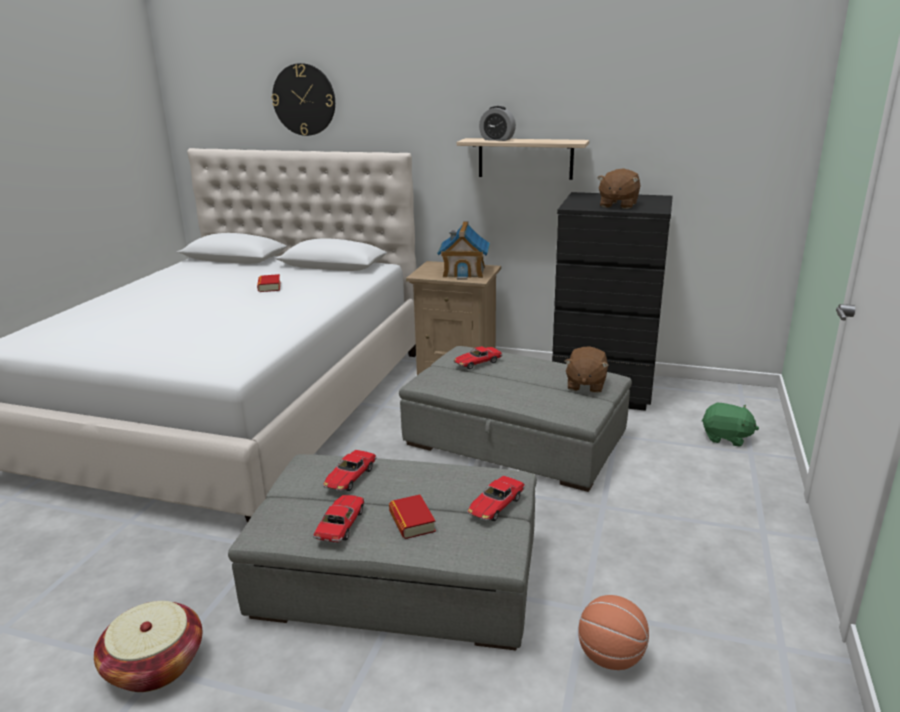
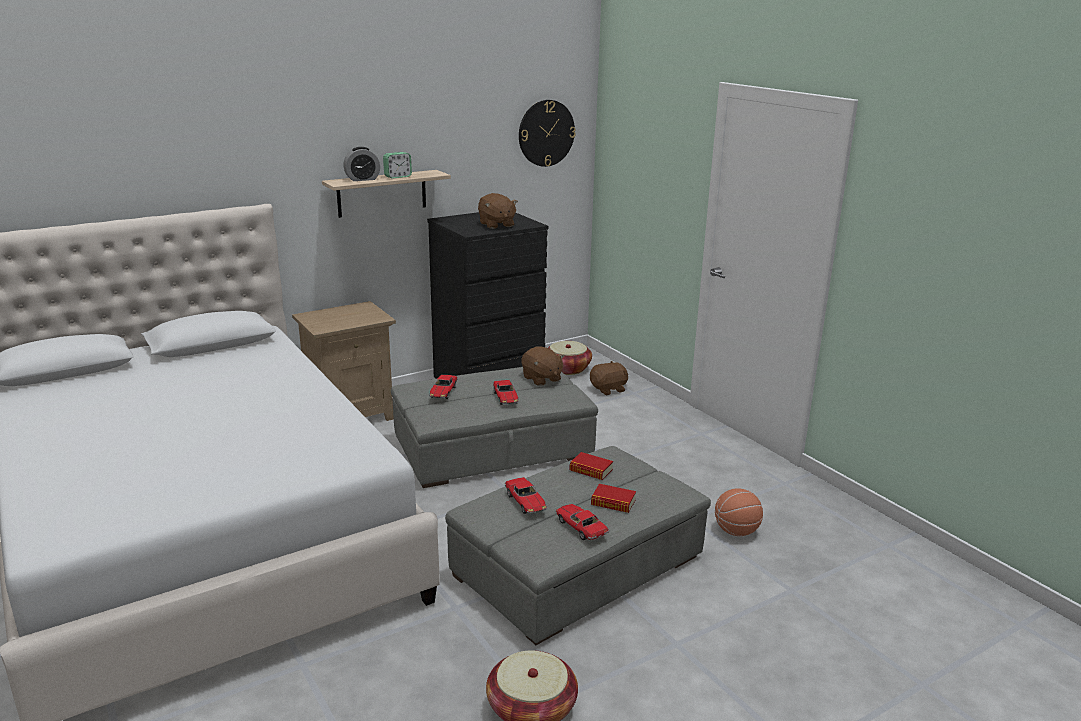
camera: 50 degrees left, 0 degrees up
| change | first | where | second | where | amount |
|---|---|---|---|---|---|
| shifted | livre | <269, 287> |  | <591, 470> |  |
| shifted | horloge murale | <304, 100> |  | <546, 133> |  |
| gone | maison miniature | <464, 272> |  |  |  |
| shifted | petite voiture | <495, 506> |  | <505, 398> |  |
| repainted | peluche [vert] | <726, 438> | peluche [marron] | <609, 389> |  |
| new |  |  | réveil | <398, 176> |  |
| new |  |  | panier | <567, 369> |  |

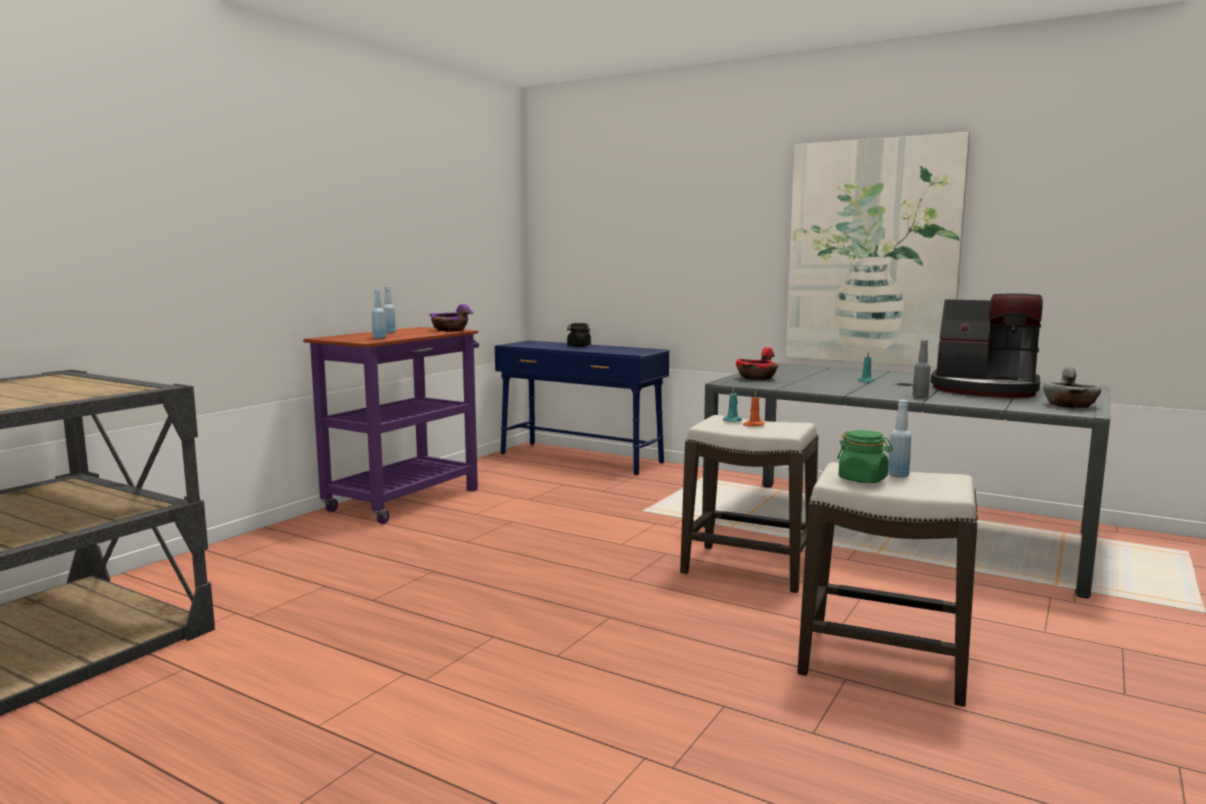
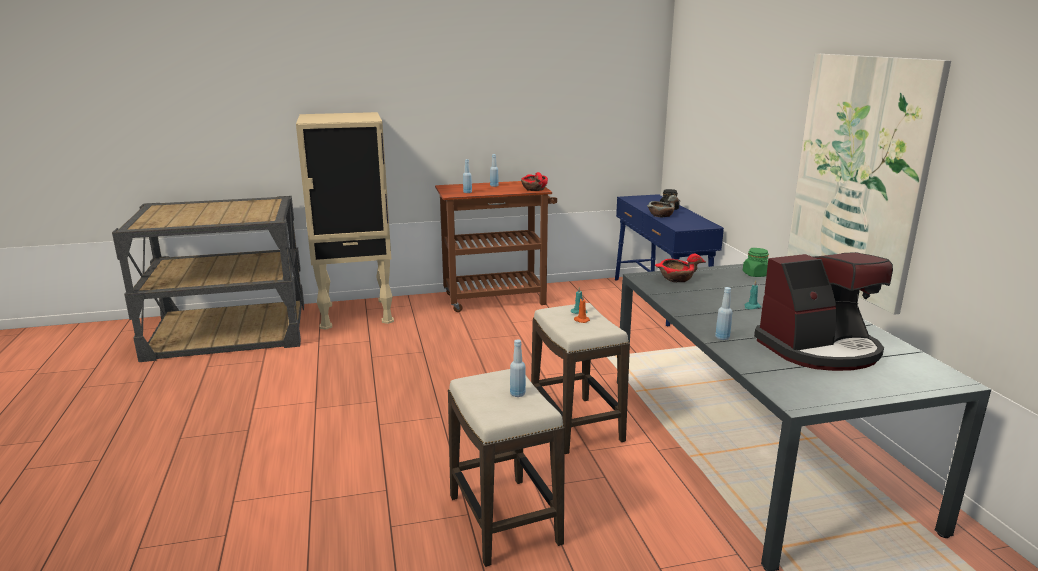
camera: 45 degrees right, 10 degrees up
| change | first | where | second | where | amount |
|---|---|---|---|---|---|
| repainted | chariot [violet] | <405, 500> | chariot [marron] | <496, 299> |  |
| repainted | bol [violet] | <450, 330> | bol [rouge] | <534, 189> |  |
| shifted | bocal [vert] | <863, 479> |  | <755, 274> |  |
| repainted | bouteille [gris] | <920, 397> | bouteille [bleu] | <722, 338> |  |
| rotated | machine à café | <985, 389> |  | <819, 349> | 90 degrees counterclockwise |
| shifted | bol [gris] | <1070, 405> |  | <661, 215> |  |
| new |  |  | meuble de rangement [beige] | <357, 313> |  |

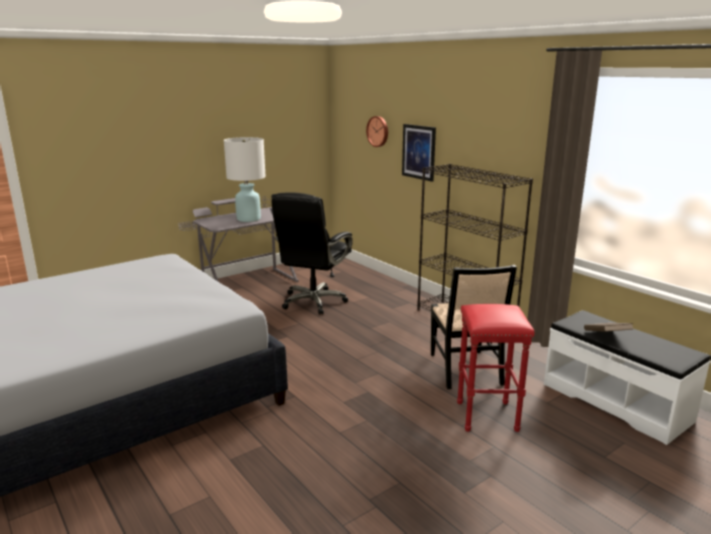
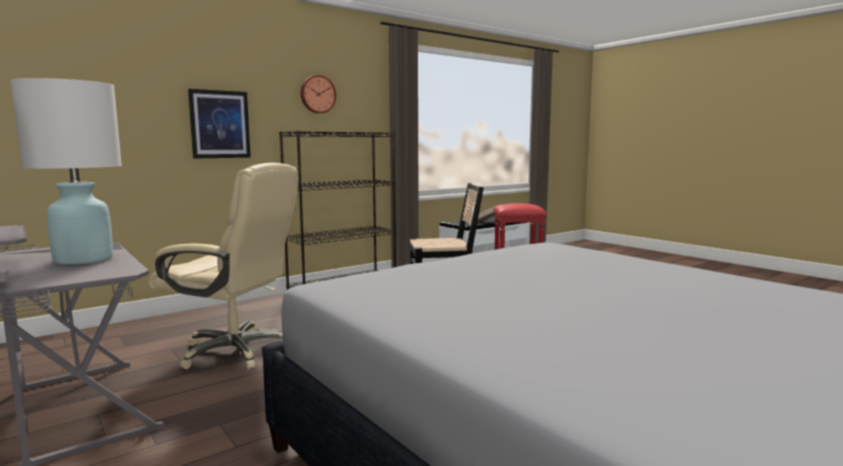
camera: 90 degrees left, 10 degrees down
| change | first | where | second | where | amount |
|---|---|---|---|---|---|
| repainted | chaise de bureau [noir] | <314, 300> | chaise de bureau [beige] | <232, 351> |  |
| shifted | horloge murale | <378, 131> |  | <317, 94> |  |

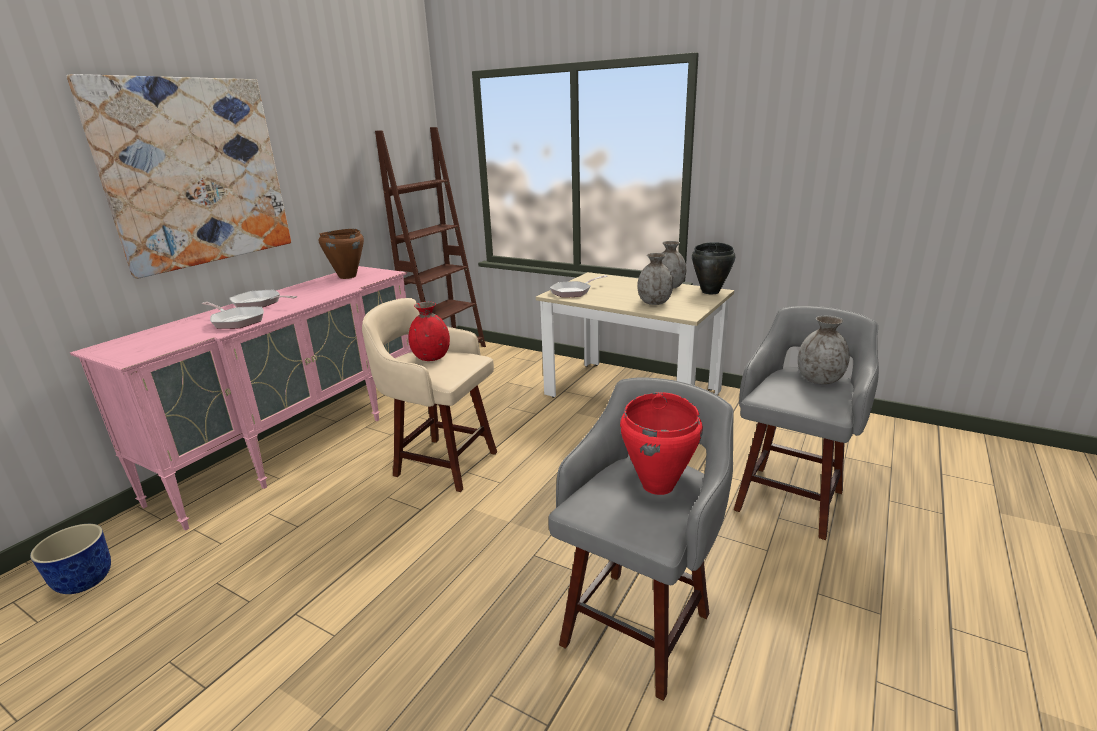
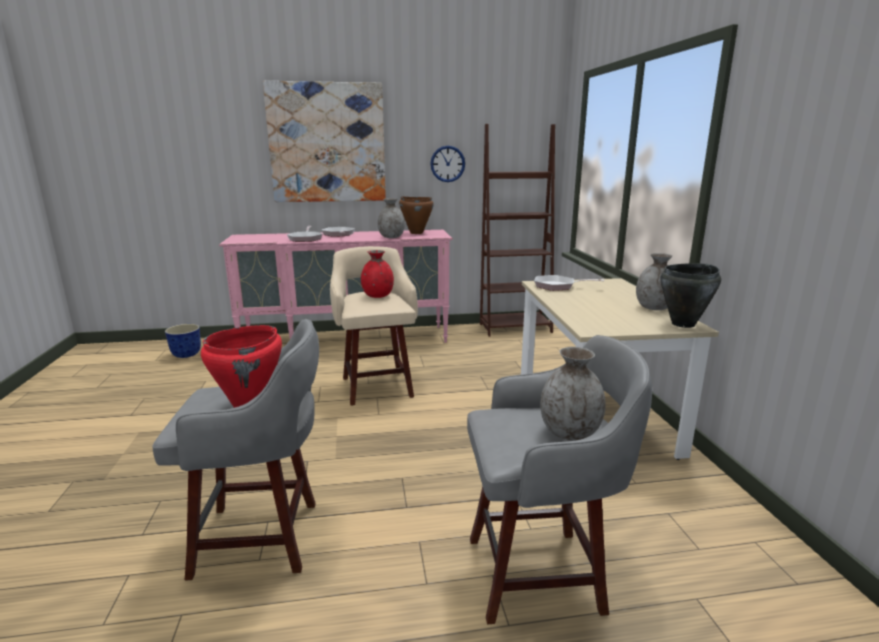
camera: 50 degrees right, 5 degrees down
| change | first | where | second | where | amount |
|---|---|---|---|---|---|
| shifted | vase [gris] | <654, 303> |  | <391, 237> |  |
| new |  |  | horloge murale | <447, 164> |  |

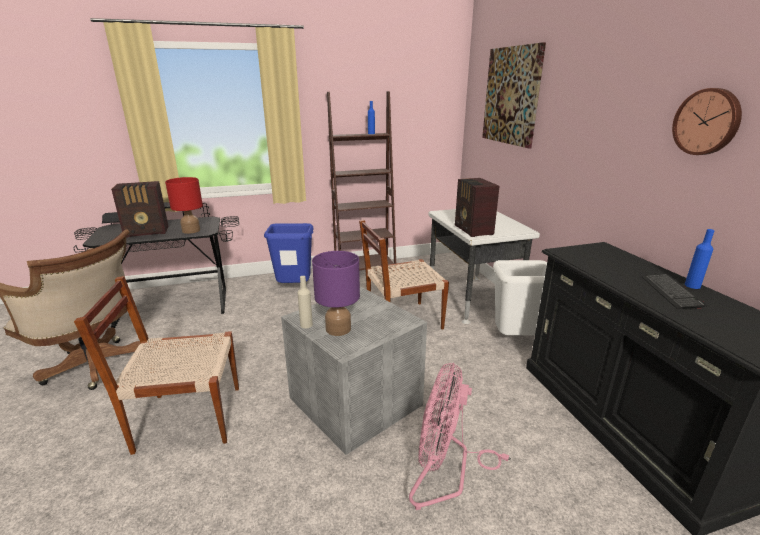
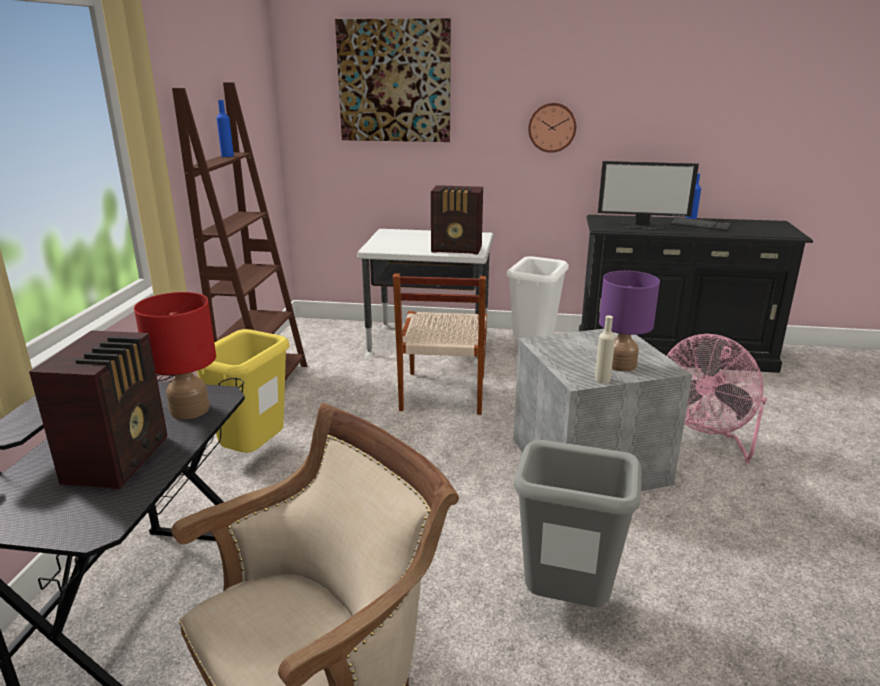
camera: 65 degrees left, 0 degrees up
| change | first | where | second | where | amount |
|---|---|---|---|---|---|
| swapped | chaise | <186, 418> | poubelle [gris] | <564, 604> |  |
| repainted | poubelle [bleu] | <294, 288> | poubelle [jaune] | <254, 454> |  |
| shifted | horloge murale | <707, 122> |  | <552, 127> |  |
| new |  |  | écran d'ordinateur | <642, 226> |  |

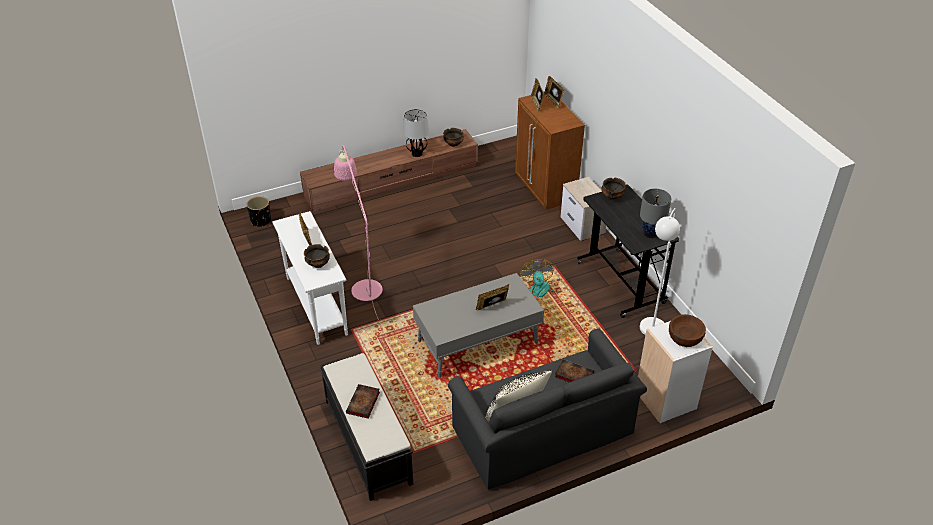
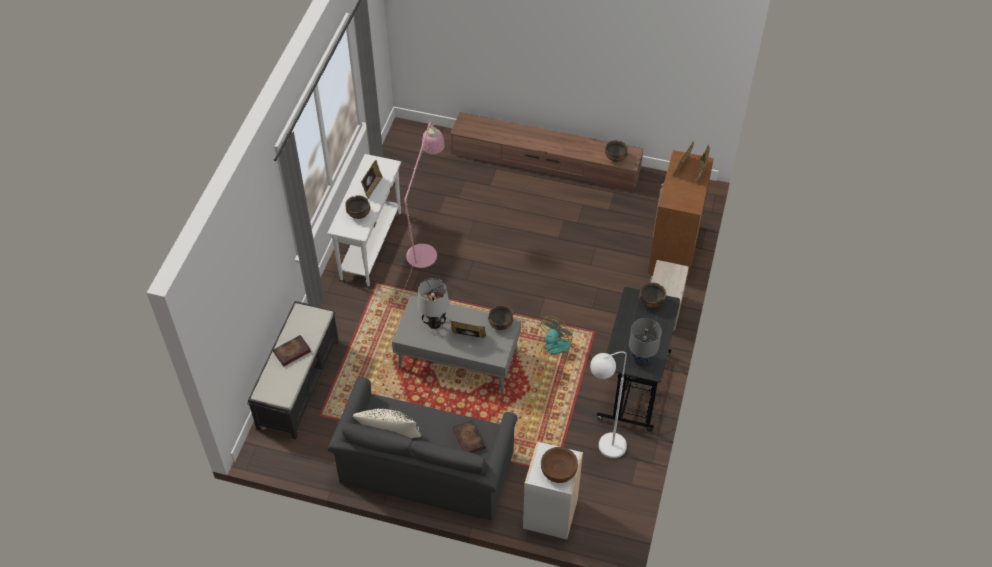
camera: 40 degrees right, 10 degrees up
| change | first | where | second | where | amount |
|---|---|---|---|---|---|
| gone | cache-pot [noir] | <261, 221> |  |  |  |
| shifted | lampe de table | <416, 153> |  | <434, 323> |  |
| new |  |  | bol | <500, 324> |  |

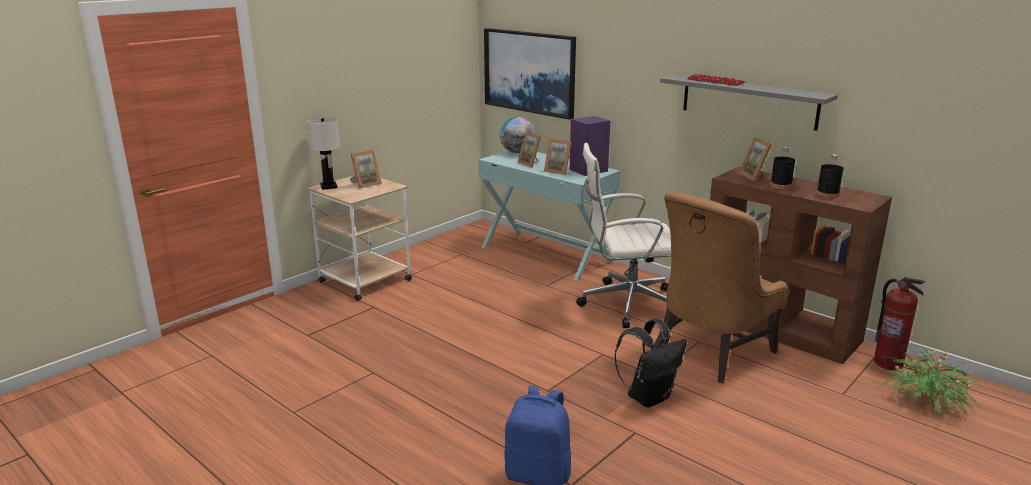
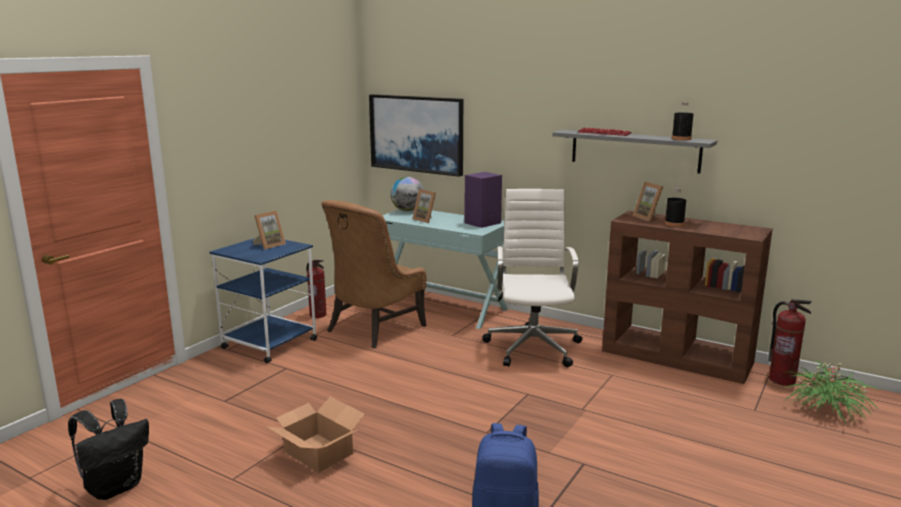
camera: 10 degrees left, 5 degrees down
| change | first | where | second | where | amount |
|---|---|---|---|---|---|
| gone | lampe de table [blanc] | <328, 186> |  |  |  |
| repainted | chariot [beige] | <366, 280> | chariot [bleu] | <270, 343> |  |
| gone | cadre photo | <558, 171> |  |  |  |
| rotated | chaise de bureau [blanc] | <626, 304> |  | <533, 346> | 105 degrees clockwise |
| shifted | sac à dos [noir] | <649, 397> |  | <115, 487> |  |
| shifted | chaise [marron] | <711, 351> |  | <374, 328> |  |
| shifted | bouteille [noir] | <827, 194> |  | <681, 139> |  |
| new |  |  | carton | <318, 452> |  |
| new |  |  | extincteur | <318, 315> |  |

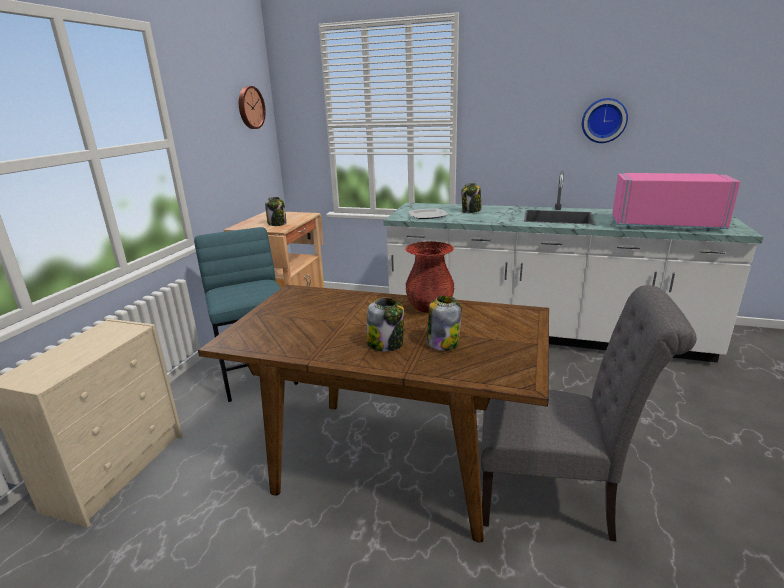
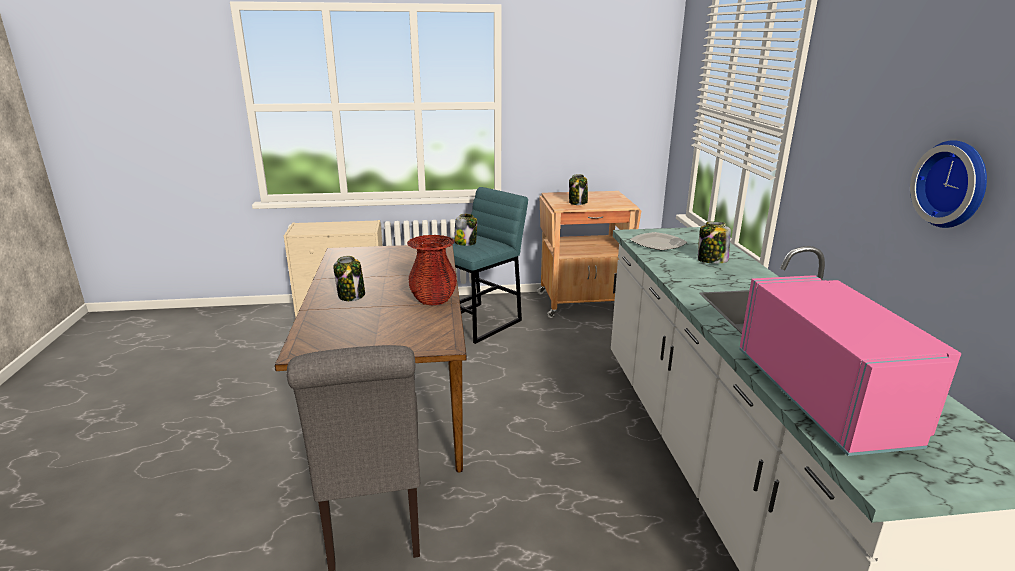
camera: 65 degrees right, 0 degrees up
| change | first | where | second | where | amount |
|---|---|---|---|---|---|
| gone | horloge murale | <250, 107> |  |  |  |
| shifted | bocal | <442, 343> |  | <465, 243> |  |

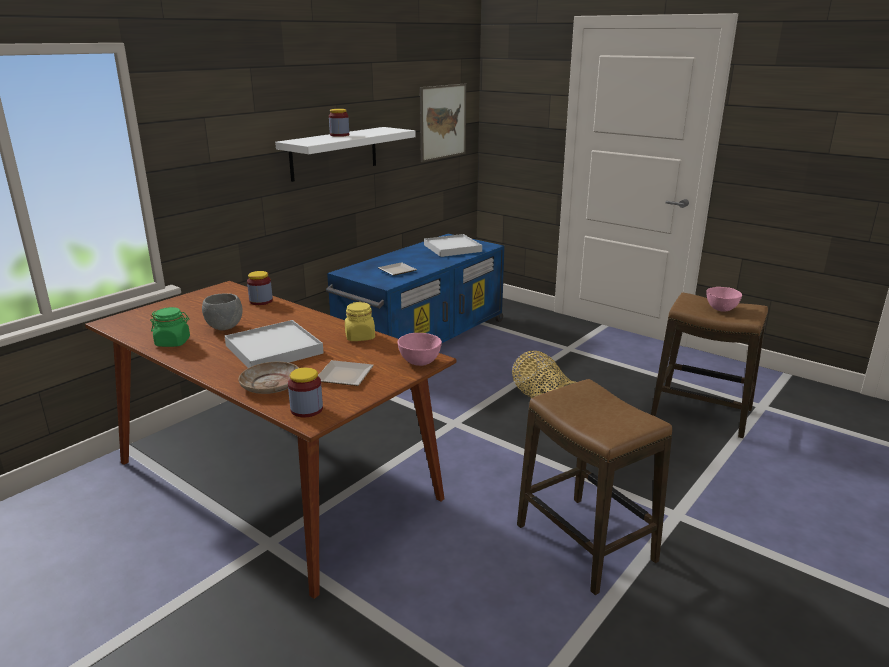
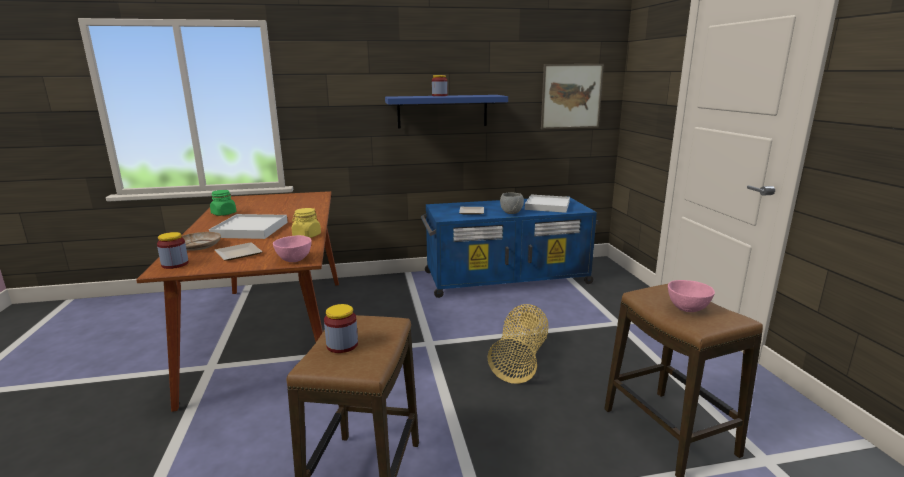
camera: 40 degrees right, 5 degrees down
| change | first | where | second | where | amount |
|---|---|---|---|---|---|
| shifted | bol [gris] | <225, 327> |  | <511, 213> |  |
| shifted | bocal | <261, 301> |  | <342, 345> |  |
| repainted | étagère [blanc] | <334, 153> | étagère [bleu] | <442, 111> |  |

